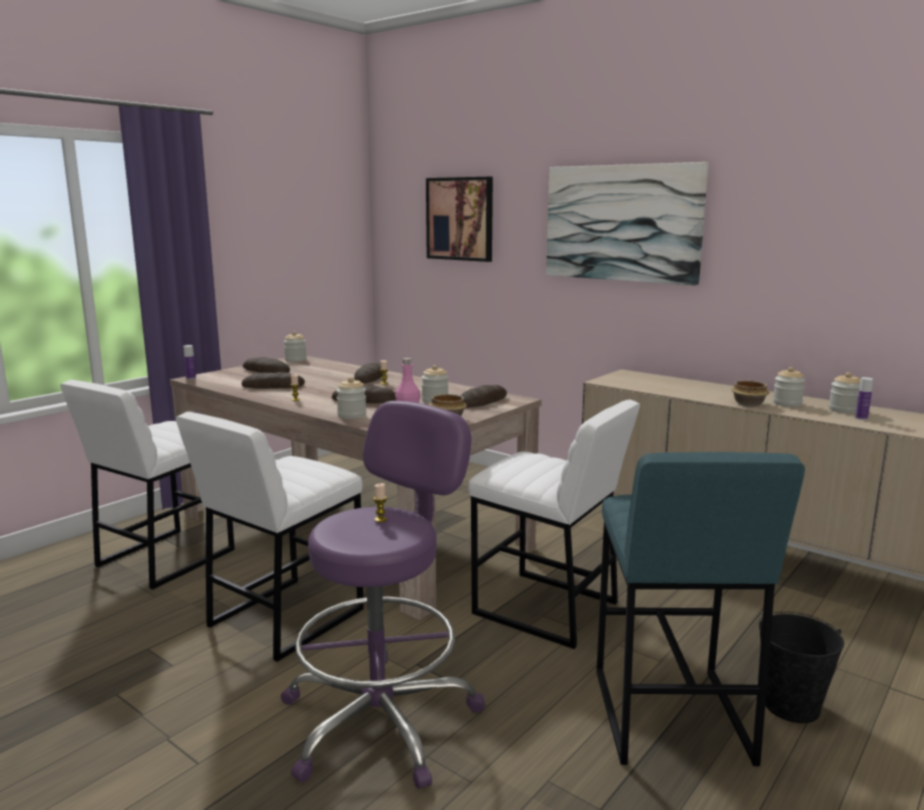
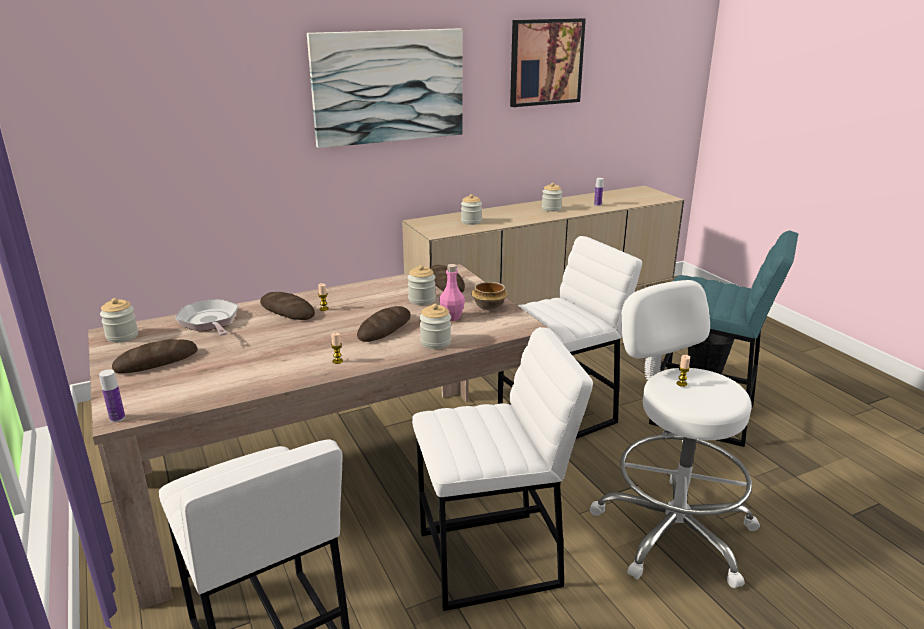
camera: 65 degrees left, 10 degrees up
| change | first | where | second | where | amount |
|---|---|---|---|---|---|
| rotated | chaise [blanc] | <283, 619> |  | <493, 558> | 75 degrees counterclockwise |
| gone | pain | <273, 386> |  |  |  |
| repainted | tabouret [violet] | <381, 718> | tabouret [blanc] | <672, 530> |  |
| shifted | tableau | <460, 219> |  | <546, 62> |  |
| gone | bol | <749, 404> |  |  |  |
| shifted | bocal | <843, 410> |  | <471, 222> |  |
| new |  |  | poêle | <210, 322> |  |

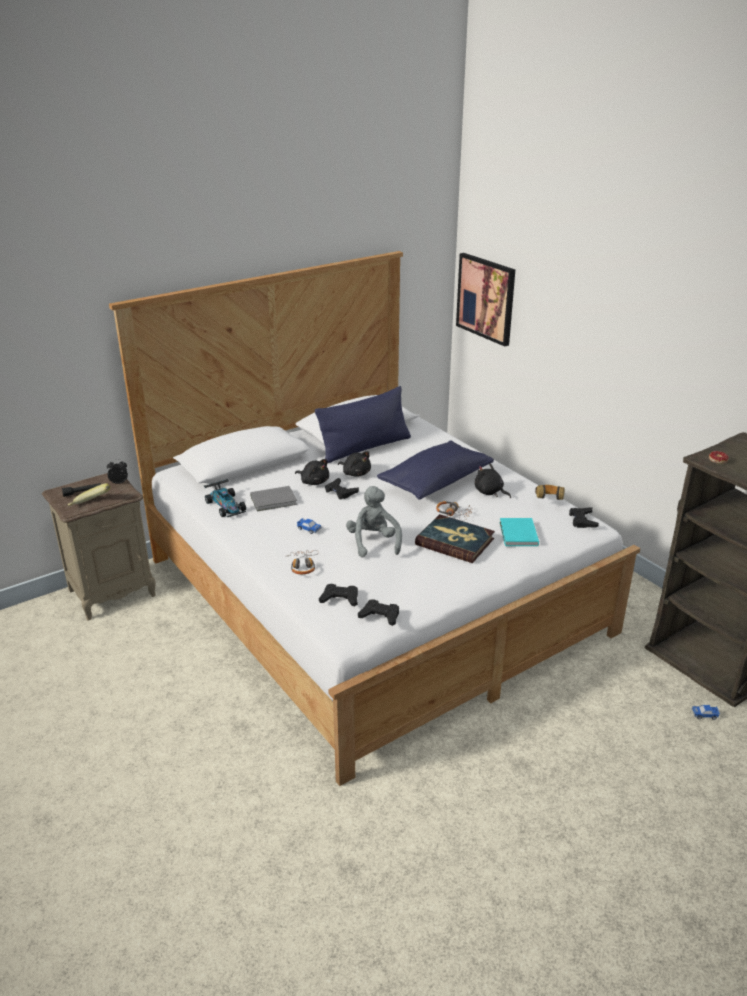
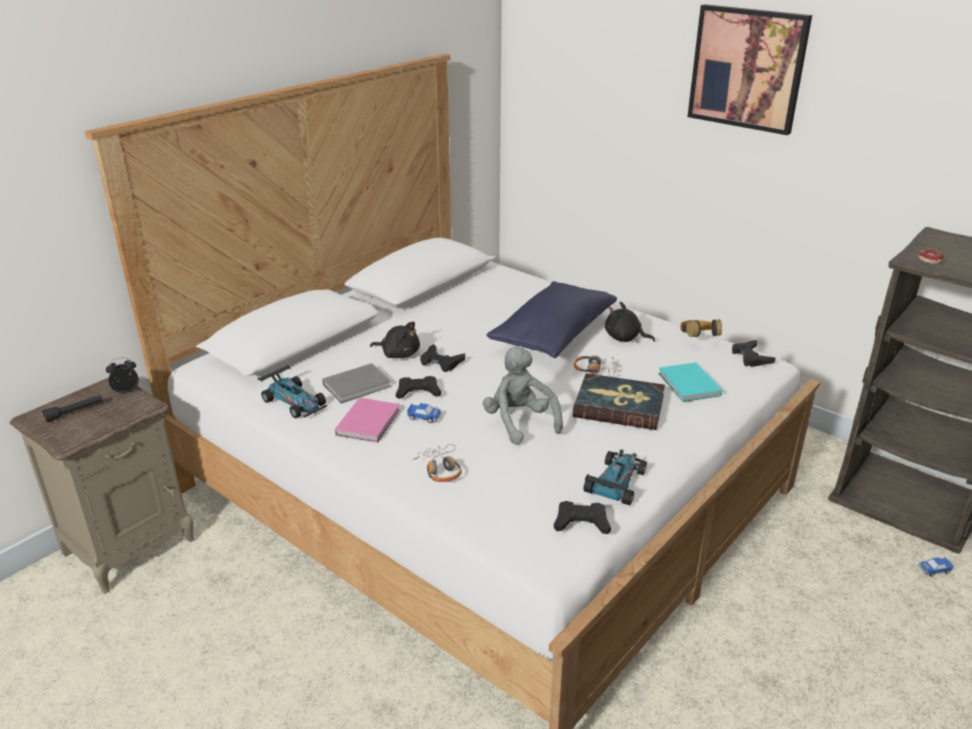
camera: 15 degrees left, 0 degrees up
| change | first | where | second | where | amount |
|---|---|---|---|---|---|
| gone | banane | <90, 505> |  |  |  |
| gone | coussin [bleu] | <365, 448> |  |  |  |
| shifted | manette [noir] | <340, 598> |  | <418, 392> |  |
| gone | peluche [noir] | <355, 473> |  |  |  |
| shifted | tableau | <486, 298> |  | <747, 68> |  |
| new |  |  | livre [rose] | <370, 421> |  |
| new |  |  | petite voiture | <615, 483> |  |

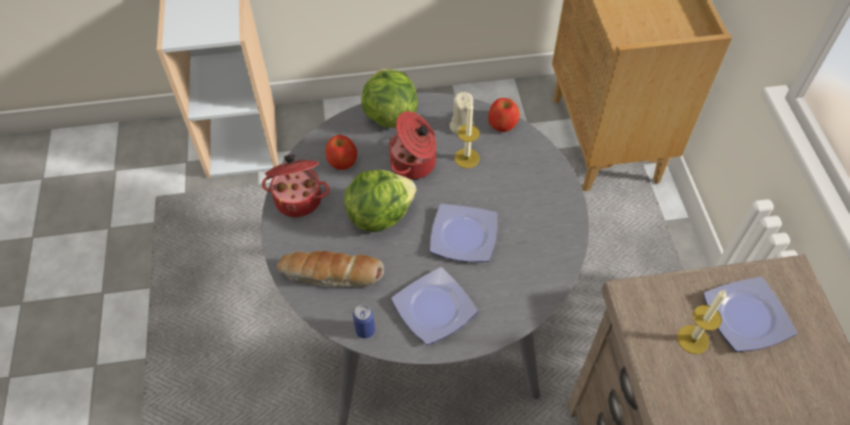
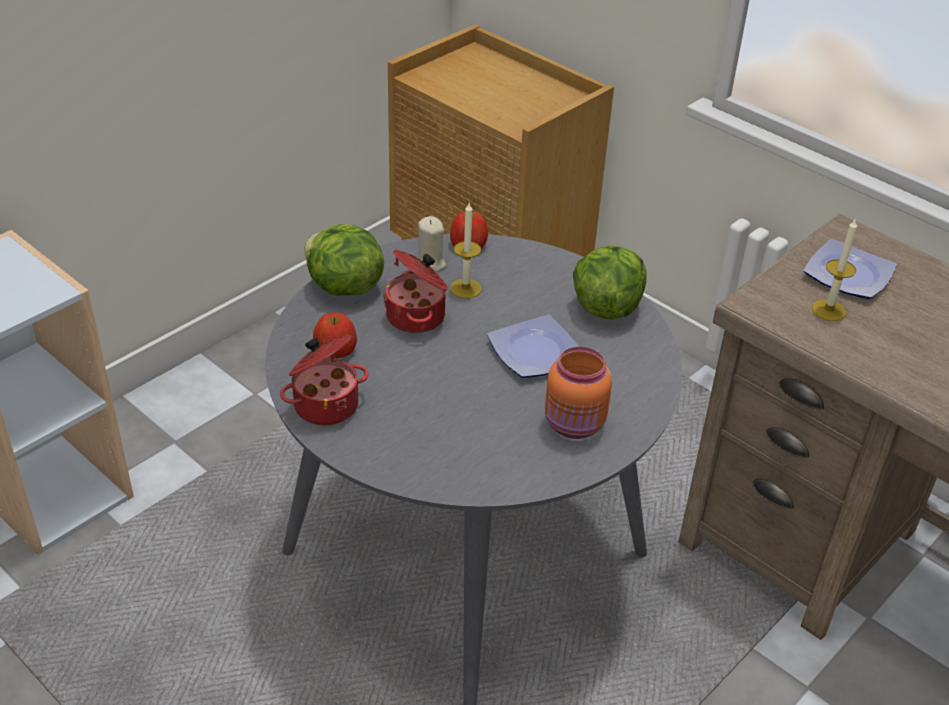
camera: 40 degrees left, 15 degrees down
| change | first | where | second | where | amount |
|---|---|---|---|---|---|
| gone | pain | <331, 275> |  |  |  |
| shifted | laitue | <379, 214> |  | <606, 306> |  |
| gone | boîte métallique | <365, 330> |  |  |  |
| swapped | assiette | <434, 310> | bocal [orange] | <575, 425> |  |

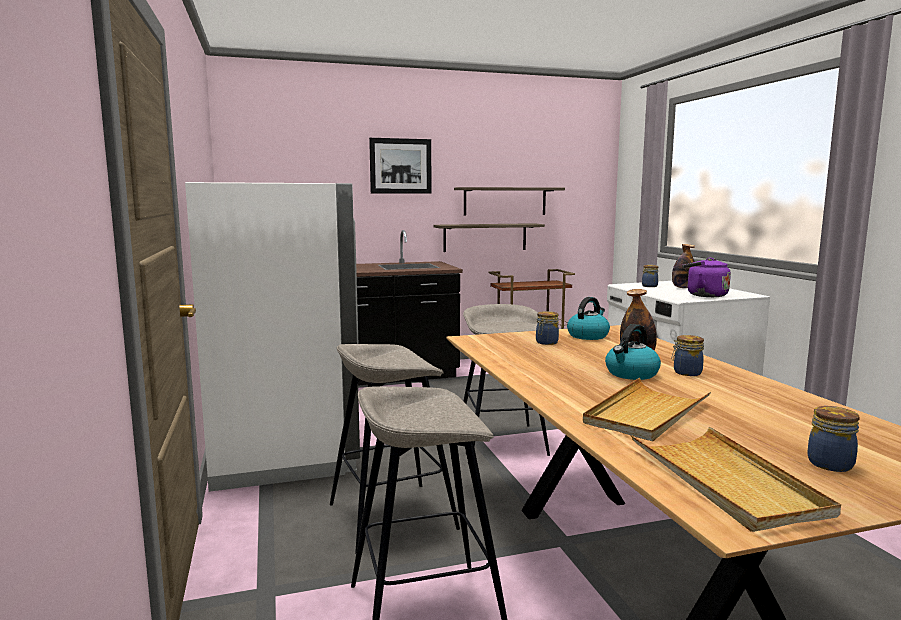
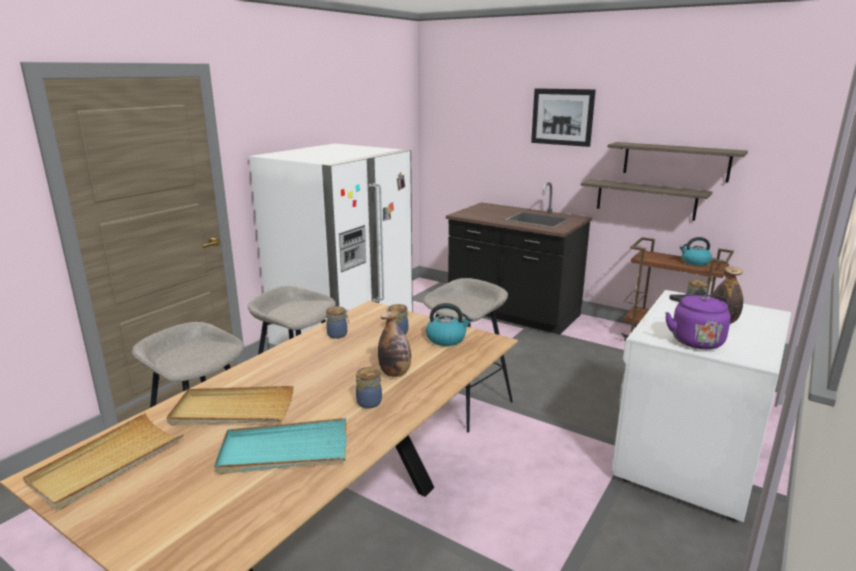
camera: 50 degrees right, 10 degrees up
| change | first | where | second | where | amount |
|---|---|---|---|---|---|
| shifted | bouilloire | <631, 374> |  | <694, 262> |  |
| shifted | bocal | <829, 463> |  | <338, 334> |  |
| new |  |  | plateau [turquoise] | <284, 451> |  |

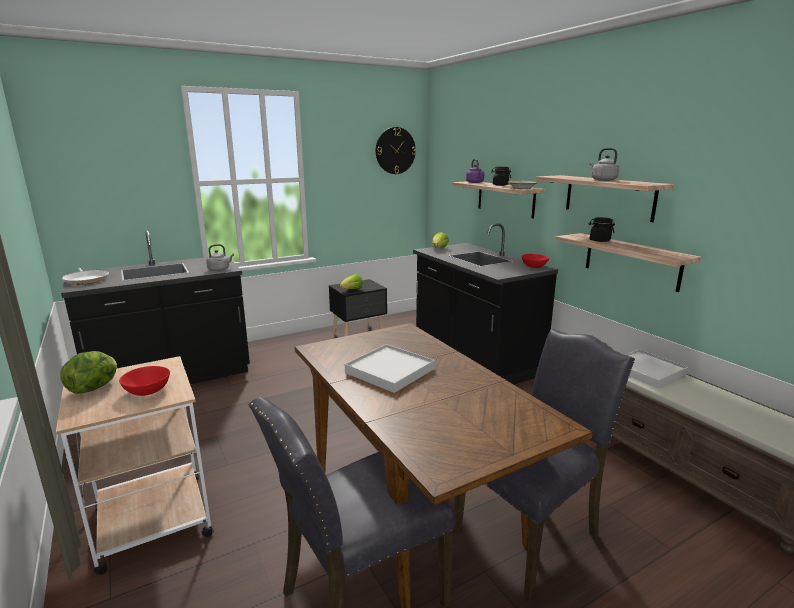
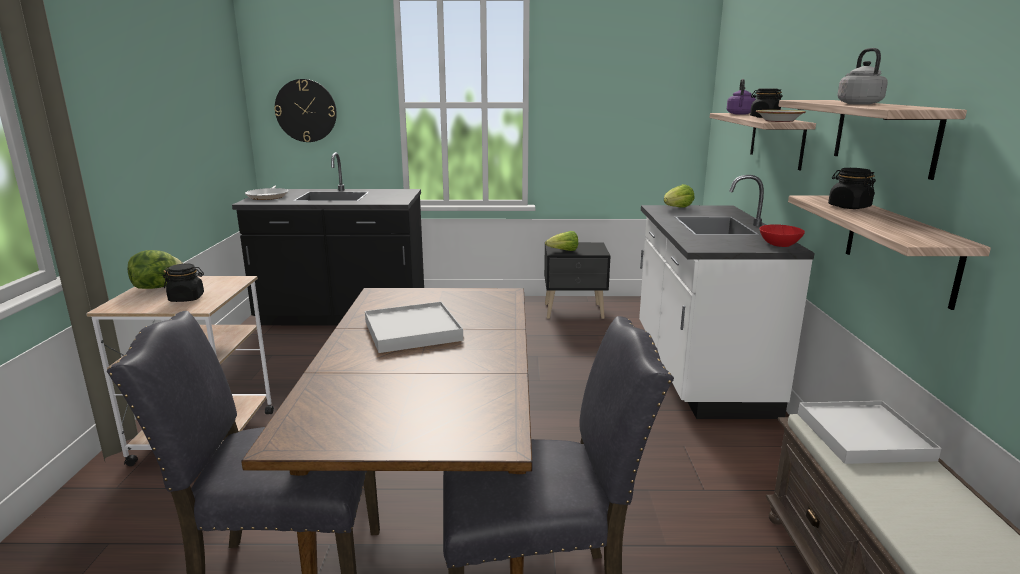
camera: 30 degrees right, 0 degrees up
| change | first | where | second | where | amount |
|---|---|---|---|---|---|
| swapped | bol [rouge] | <147, 391> | bocal [noir] | <187, 298> |  |
| gone | bouilloire [gris] | <220, 269> |  |  |  |
| shifted | horloge murale | <395, 150> |  | <306, 110> |  |
| repainted | comptoir de cuisine [noir] | <474, 357> | comptoir de cuisine [blanc] | <698, 370> |  |

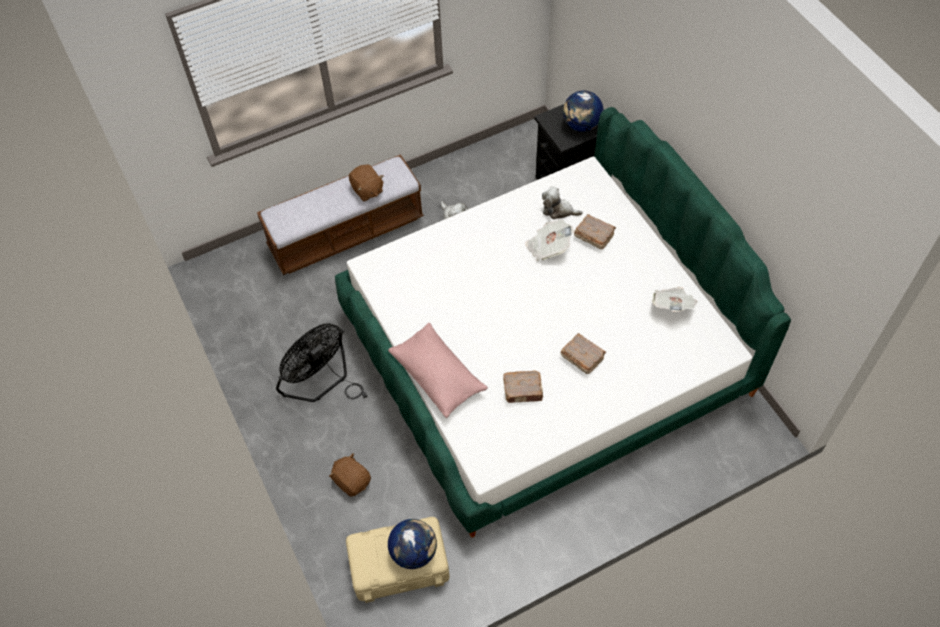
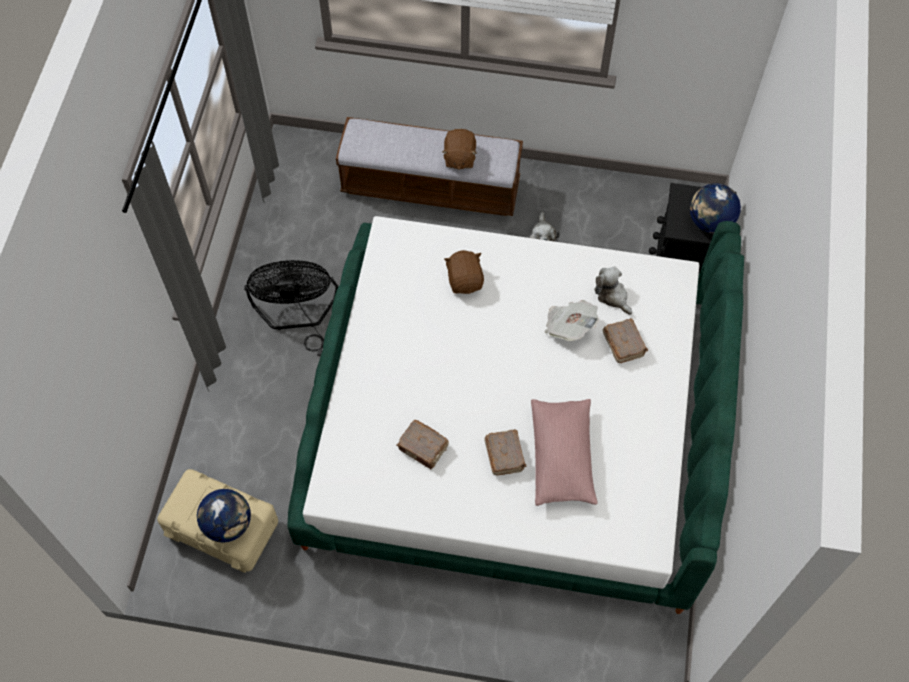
camera: 35 degrees right, 5 degrees up
| change | first | where | second | where | amount |
|---|---|---|---|---|---|
| shifted | peluche [marron] | <352, 481> |  | <465, 280> |  |
| shifted | coussin [rose] | <438, 376> |  | <562, 457> |  |
| gone | journal | <672, 305> |  |  |  |

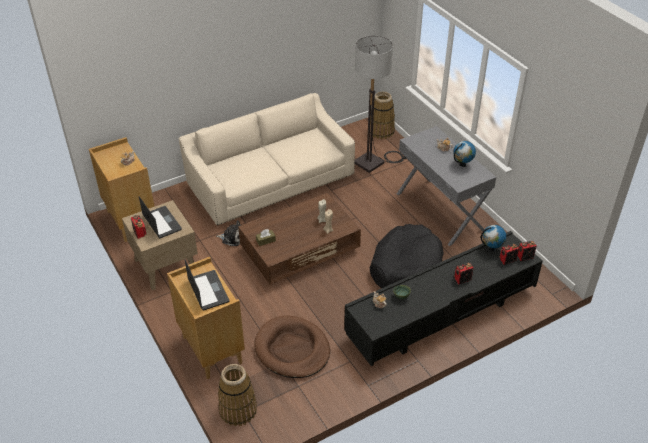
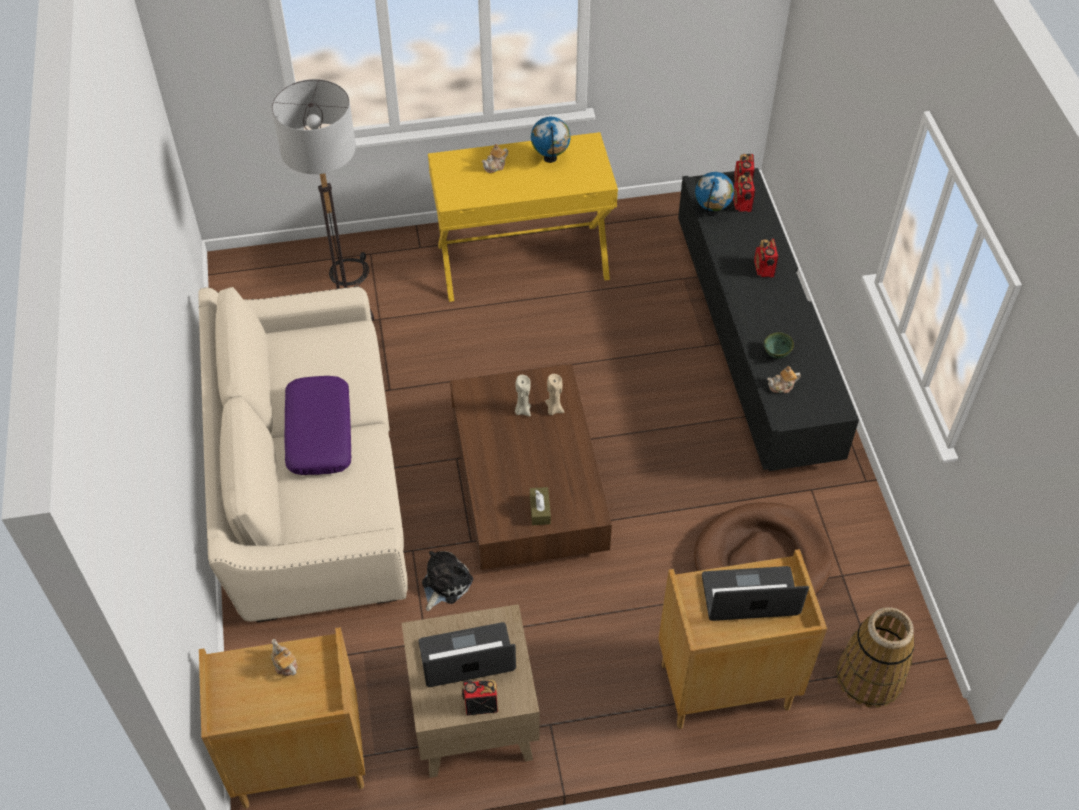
camera: 70 degrees left, 10 degrees up
| change | first | where | second | where | amount |
|---|---|---|---|---|---|
| gone | panier | <381, 131> |  |  |  |
| gone | panier pour chien [noir] | <405, 266> |  |  |  |
| repainted | table console [gris] | <440, 211> | table console [jaune] | <522, 261> |  |
| new |  |  | coussin [violet] | <318, 432> |  |

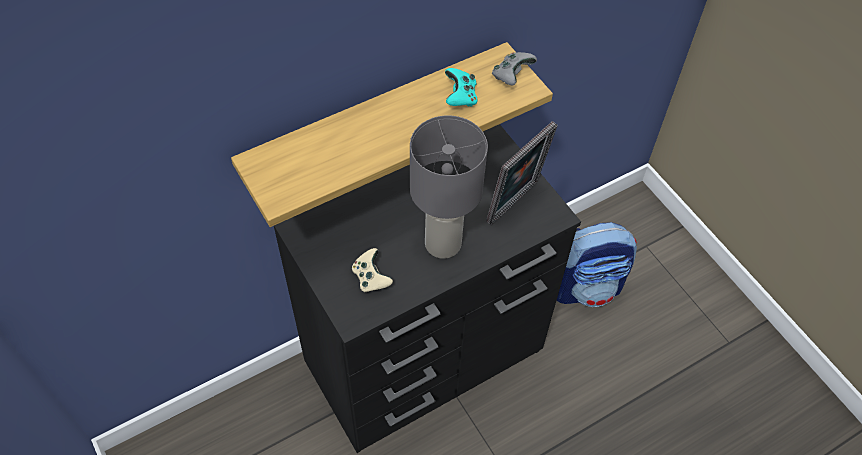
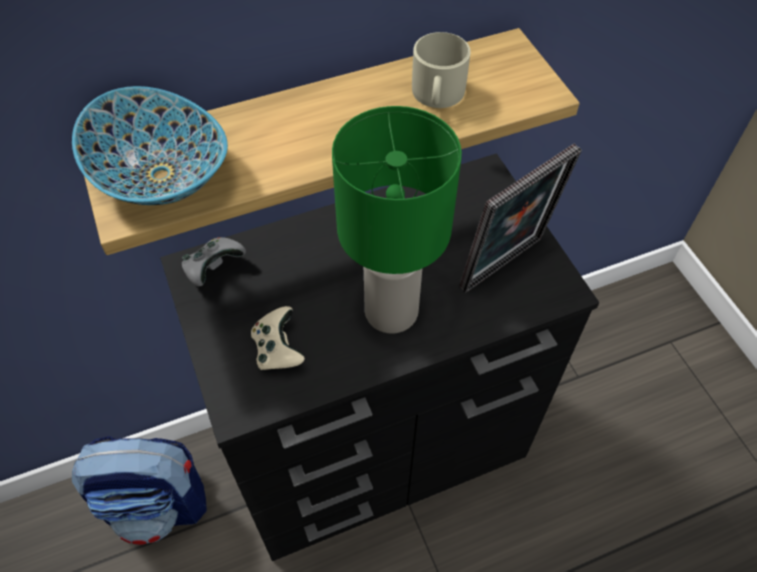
camera: 10 degrees right, 0 degrees up
| change | first | where | second | where | amount |
|---|---|---|---|---|---|
| repainted | lampe de table [gris] | <442, 244> | lampe de table [vert] | <390, 312> |  |
| swapped | manette [turquoise] | <460, 97> | mug [beige] | <437, 94> |  |
| shifted | manette [gris] | <511, 75> |  | <213, 268> |  |
| shifted | sac à dos | <586, 286> |  | <158, 504> |  |
| new |  |  | bol | <160, 177> |  |

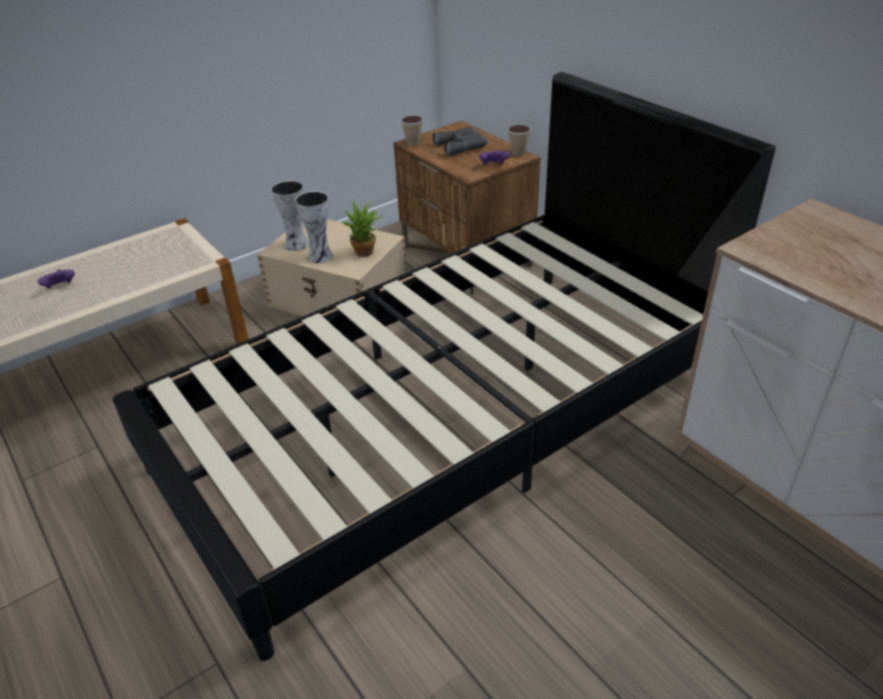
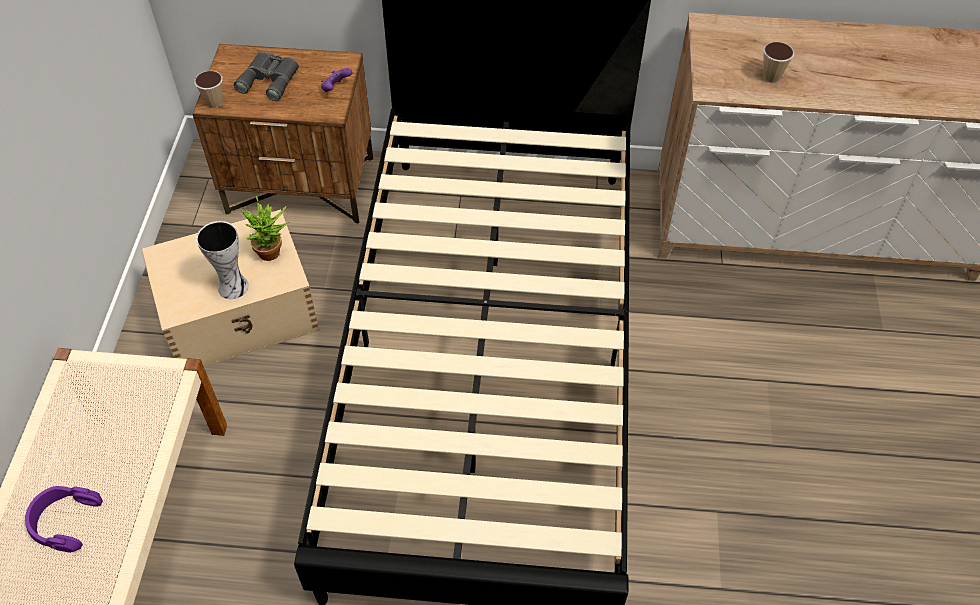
camera: 50 degrees left, 15 degrees up
| change | first | where | second | where | amount |
|---|---|---|---|---|---|
| swapped | manette [violet] | <60, 287> | casque audio [violet] | <64, 521> |  |
| gone | vase | <296, 245> |  |  |  |
| shifted | tasse | <518, 153> |  | <771, 77> |  |

